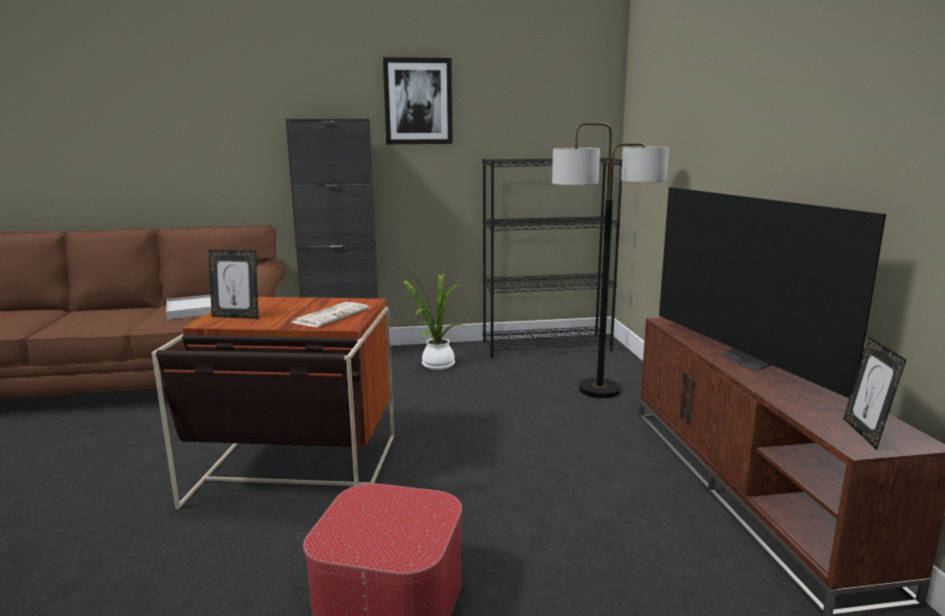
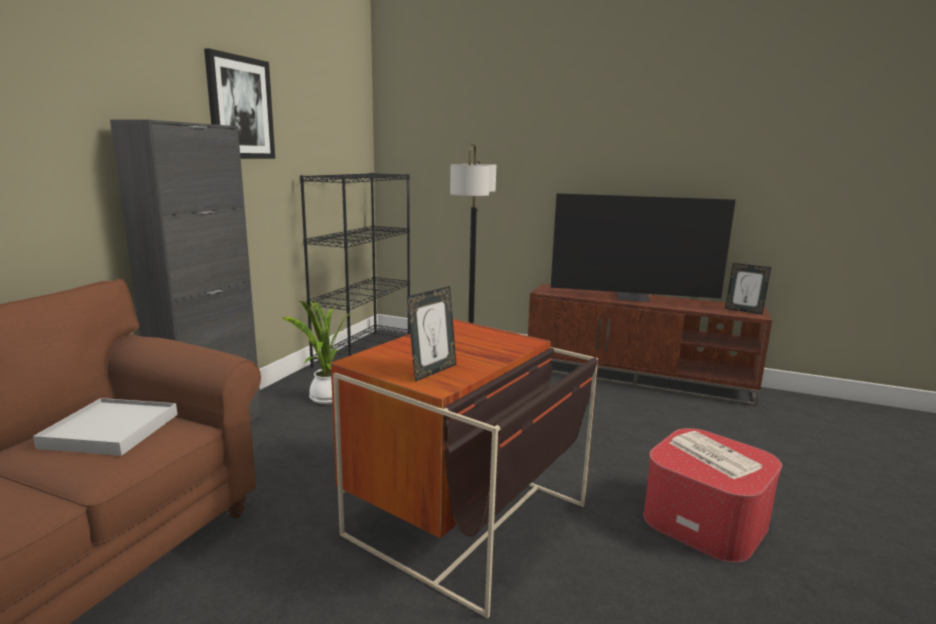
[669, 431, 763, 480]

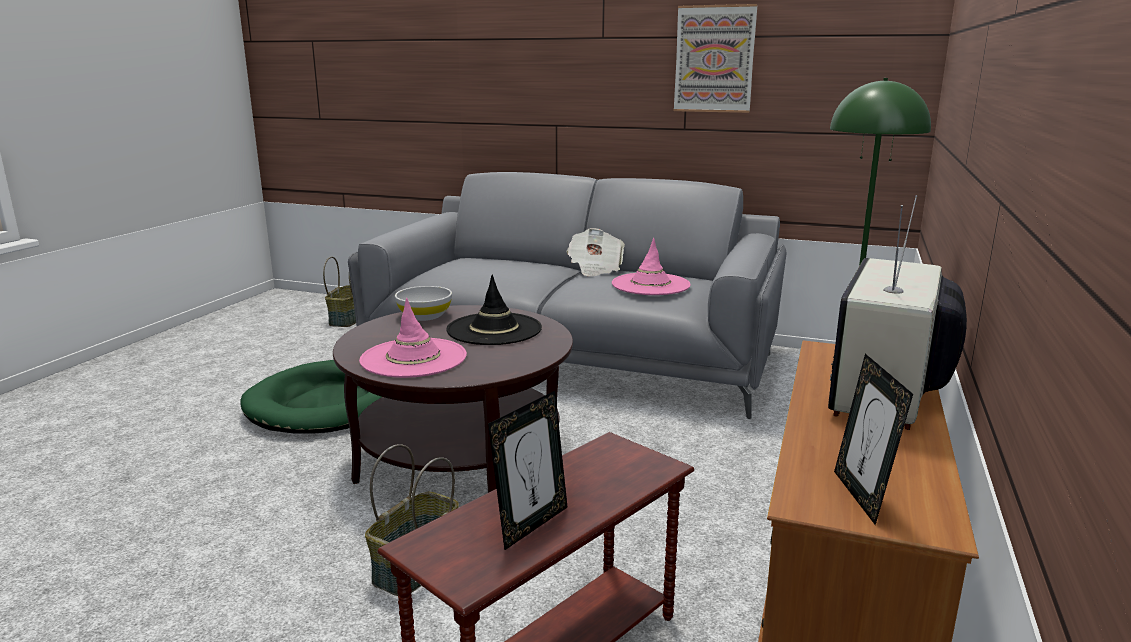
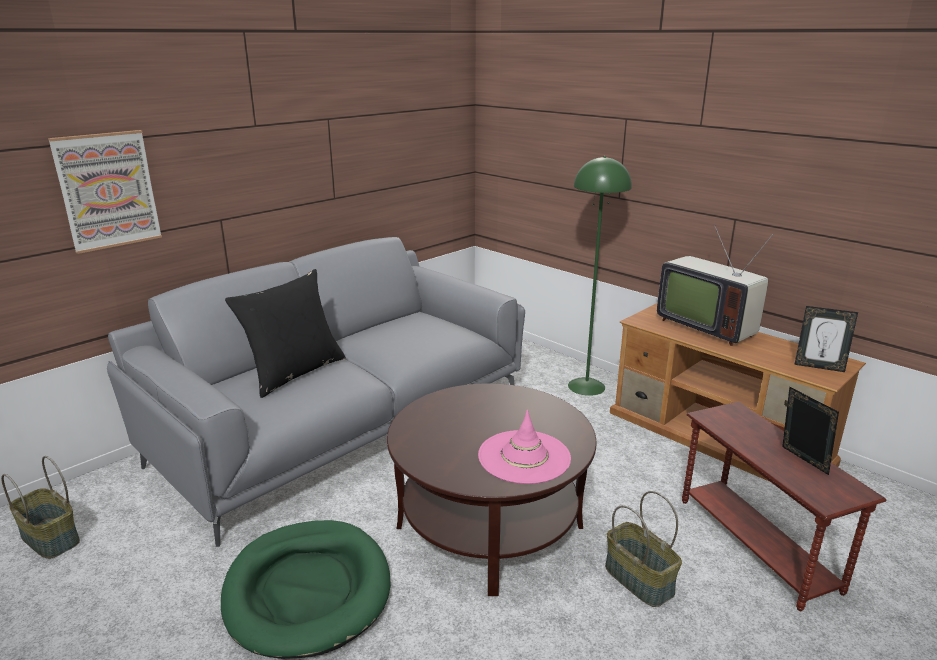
[395, 286, 452, 321] (first image)
[446, 275, 542, 345] (first image)
[567, 228, 625, 276] (first image)
[612, 237, 691, 295] (first image)
[225, 269, 346, 398]
[48, 130, 162, 254]

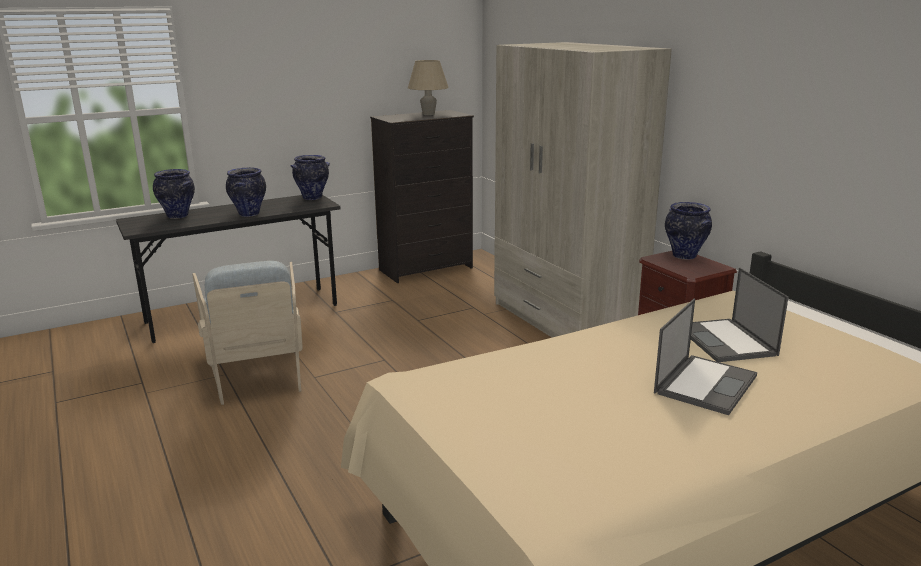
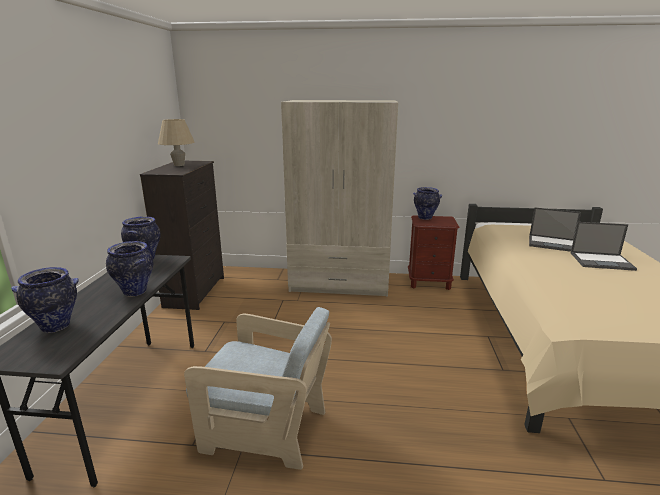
[571, 222, 637, 271]

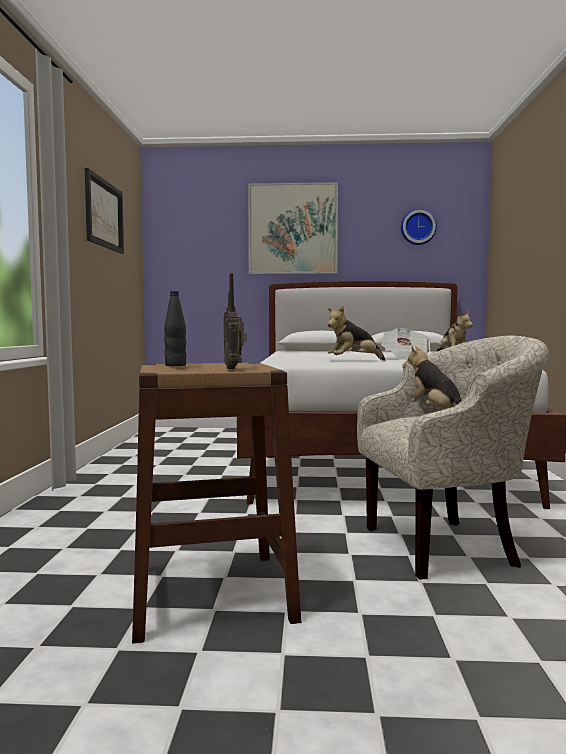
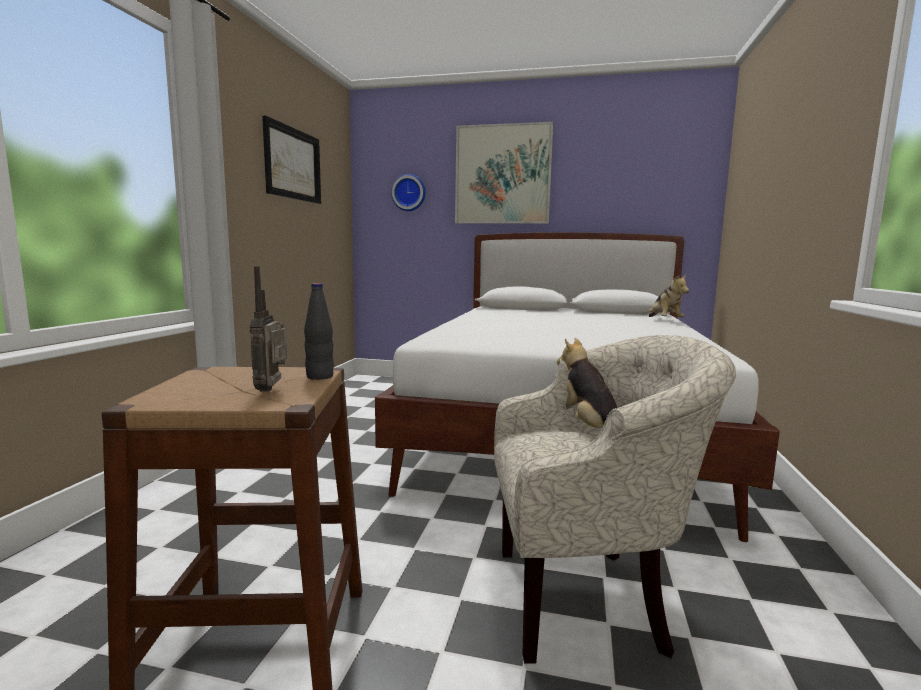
[327, 306, 385, 361] (first image)
[380, 328, 430, 360] (first image)
[304, 283, 334, 380]
[391, 174, 426, 211]

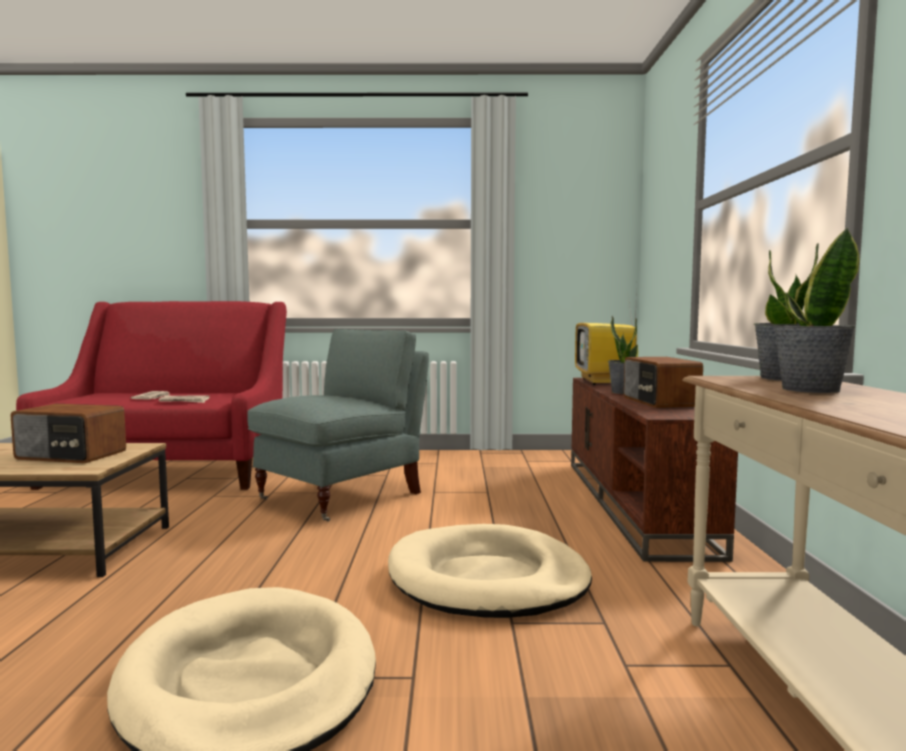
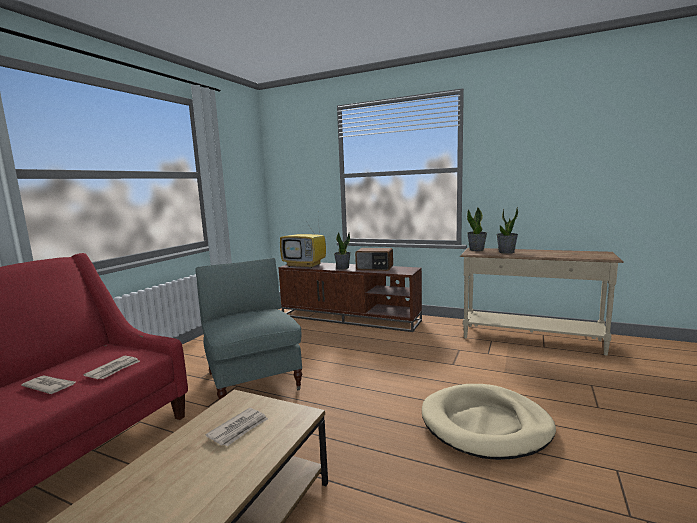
[388, 524, 592, 618] (first image)
[205, 408, 268, 446]

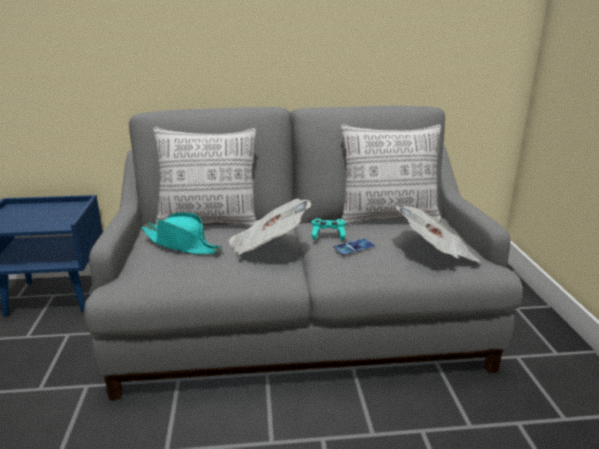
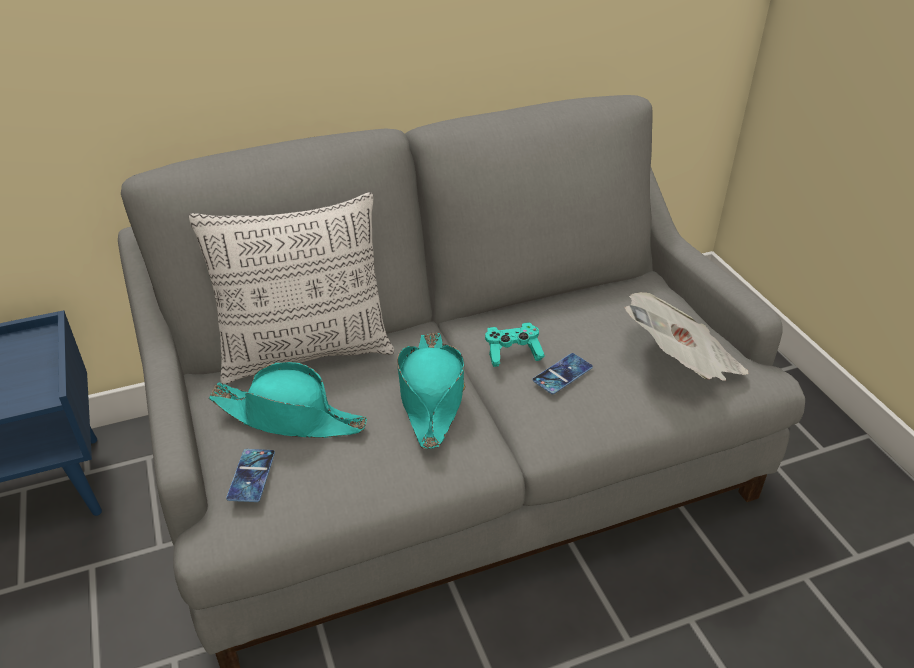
[341, 124, 442, 224] (first image)
[226, 449, 275, 502]
[397, 333, 465, 449]

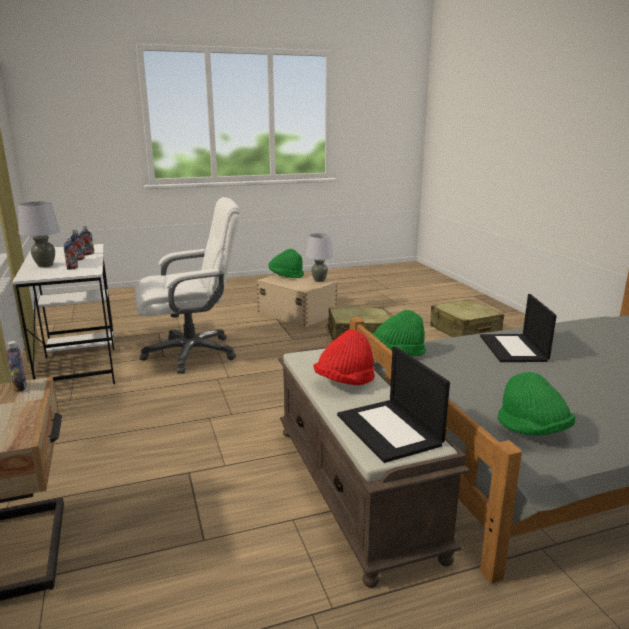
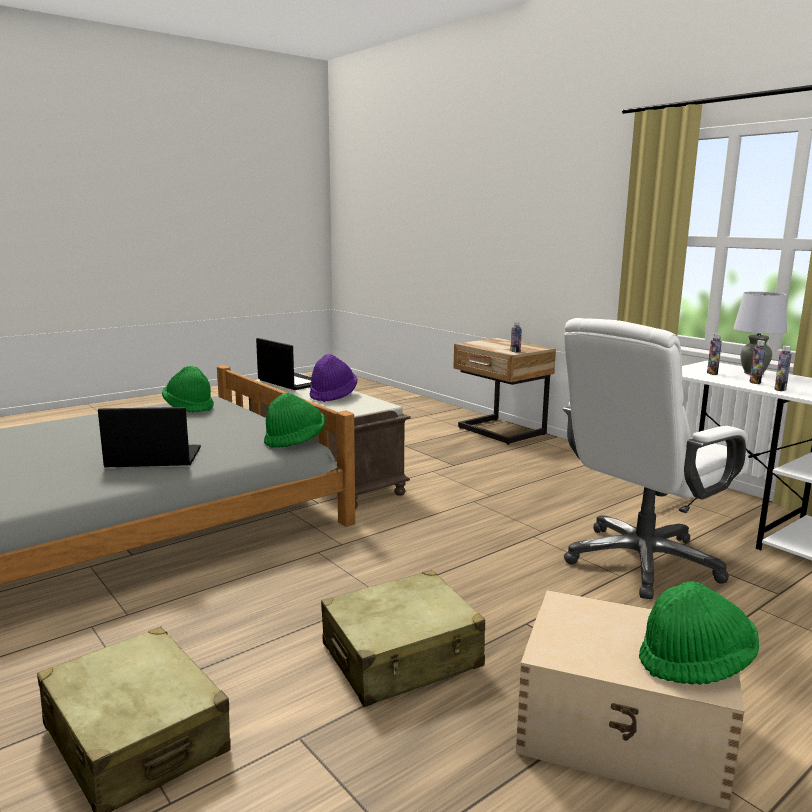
[306, 233, 333, 282] (first image)
[310, 354, 358, 402]
[98, 407, 201, 467]

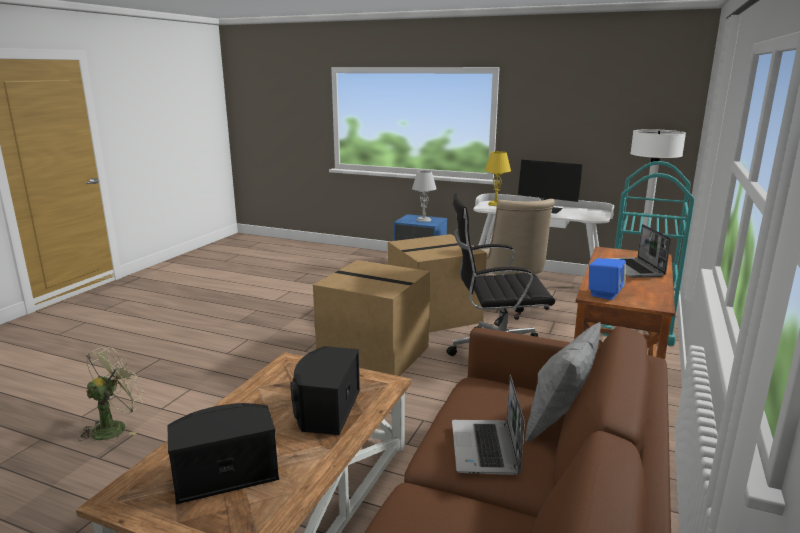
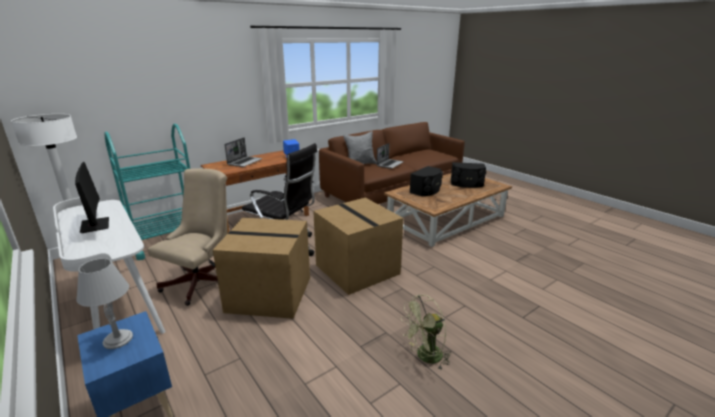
[485, 151, 511, 206] (first image)
[401, 294, 451, 369]

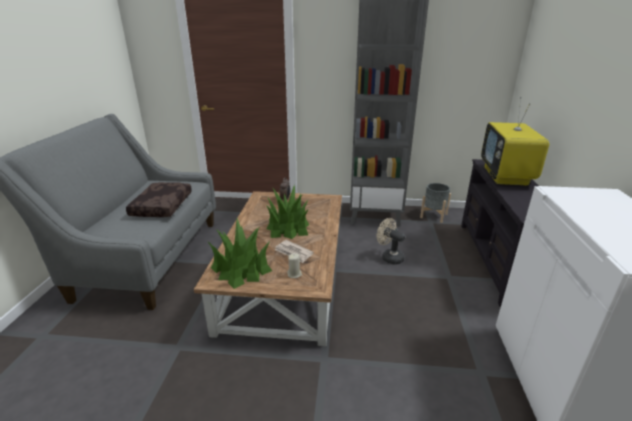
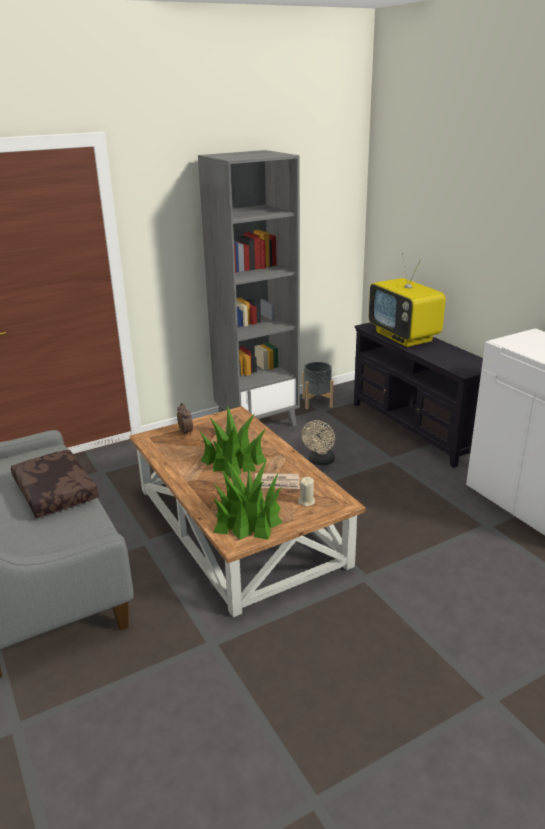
[301, 420, 335, 466]

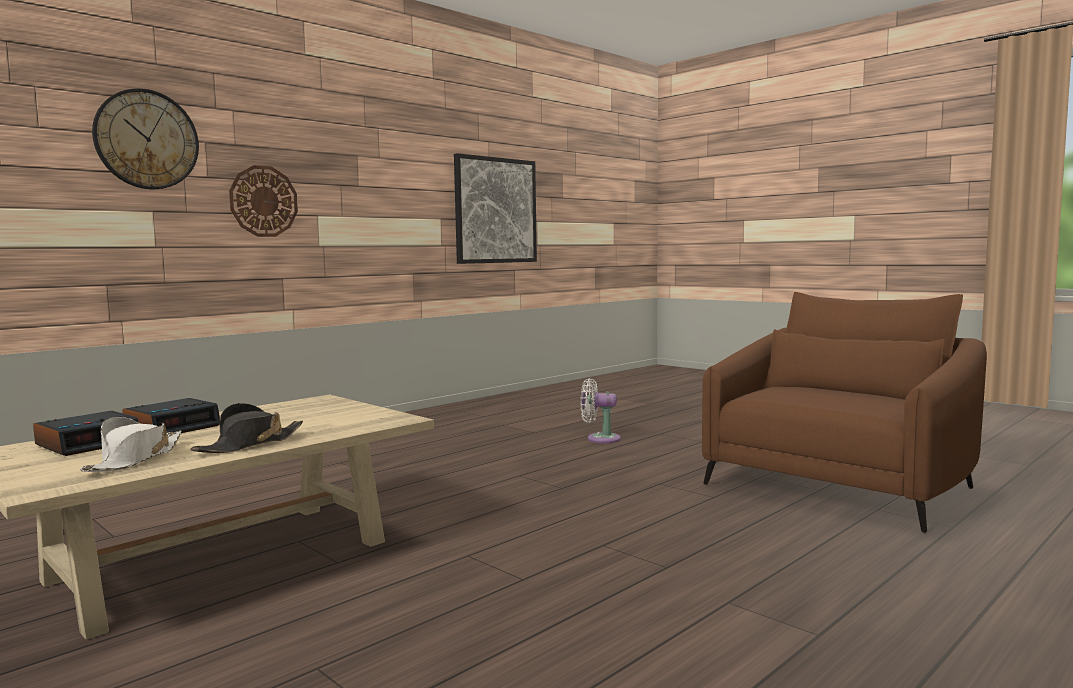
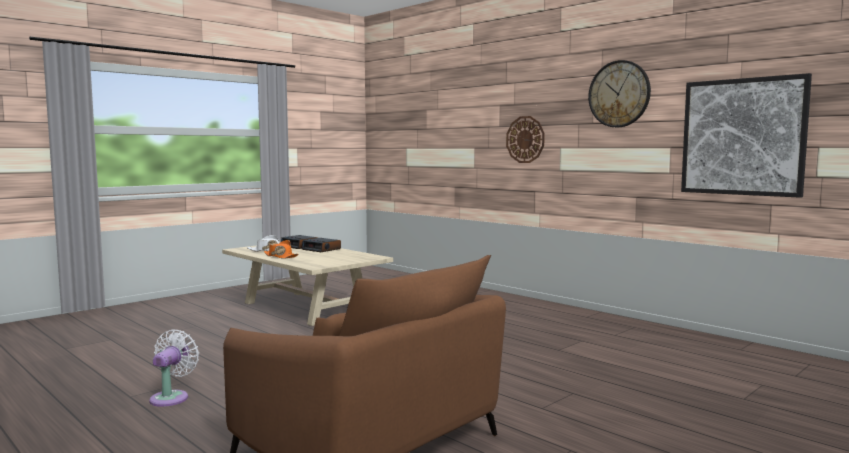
[588, 60, 651, 127]
[149, 329, 199, 407]
[264, 240, 299, 259]

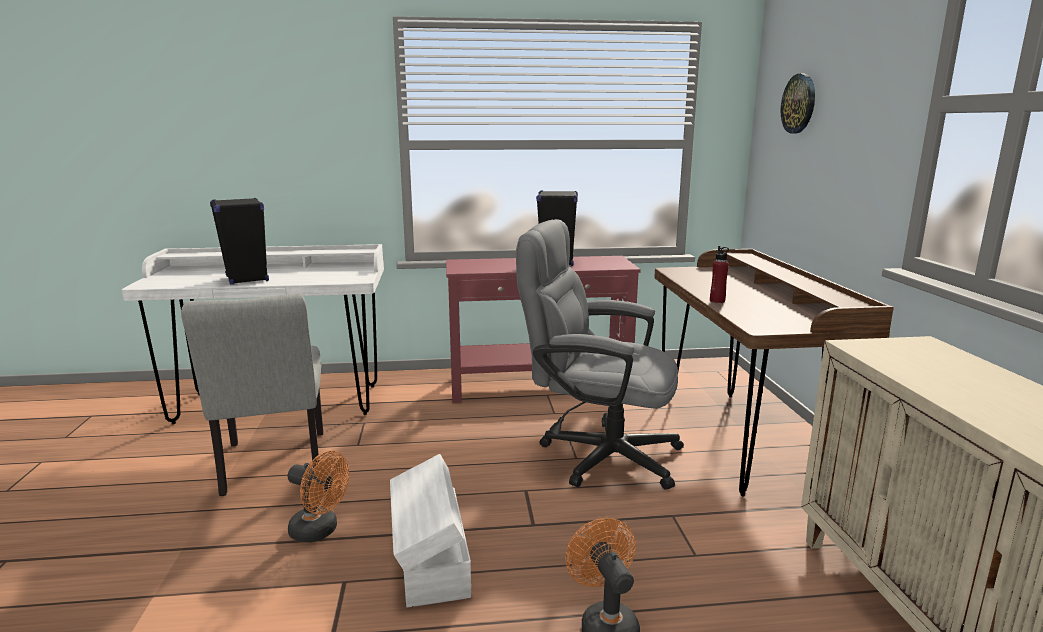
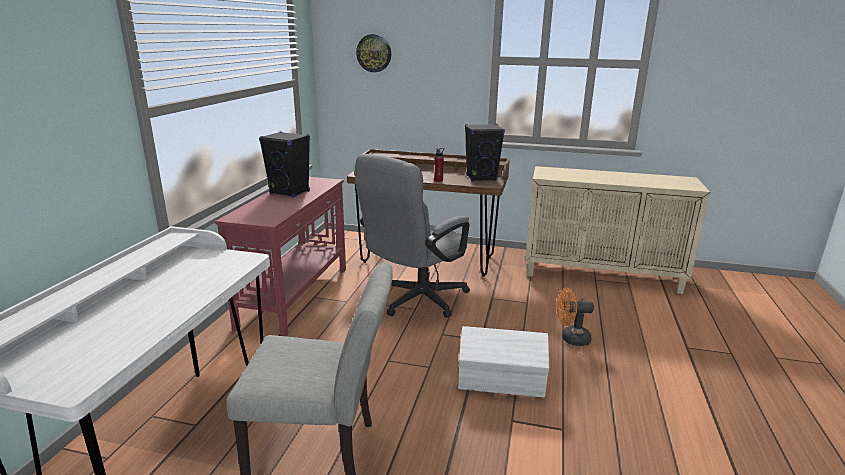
[288, 451, 349, 543] (first image)
[465, 124, 505, 181]

